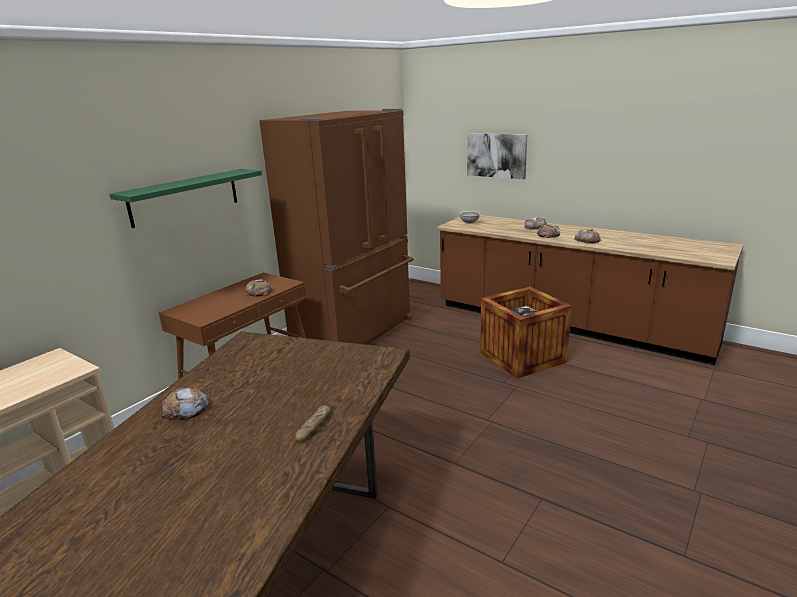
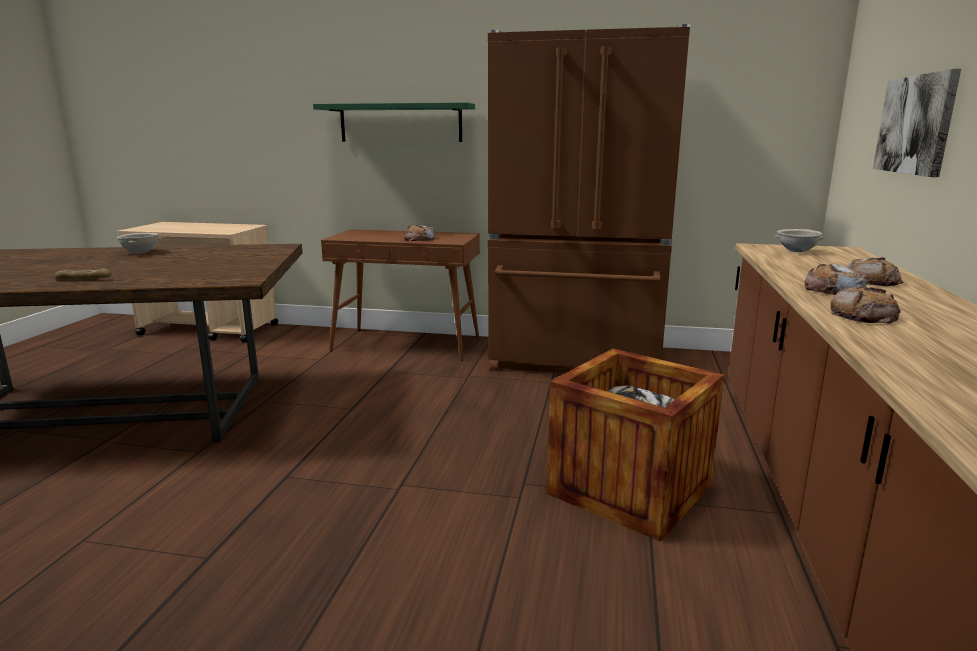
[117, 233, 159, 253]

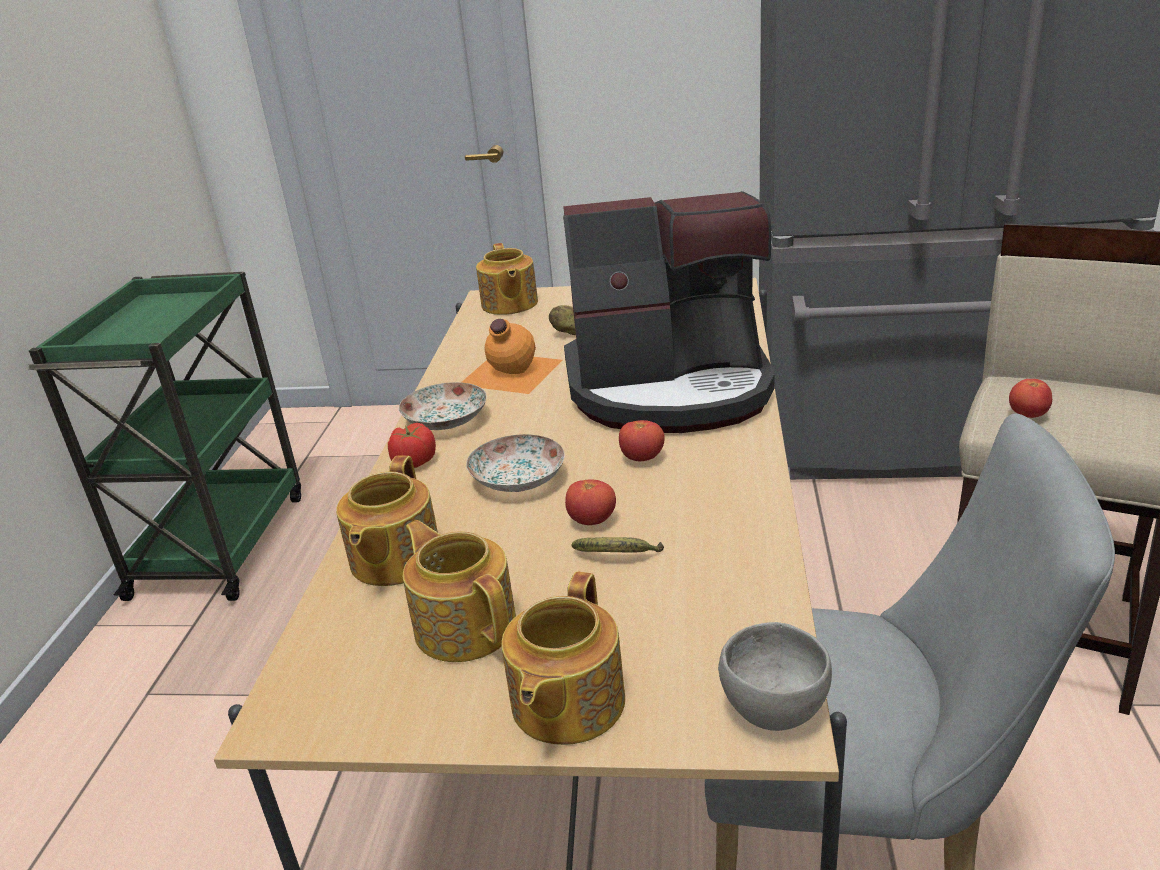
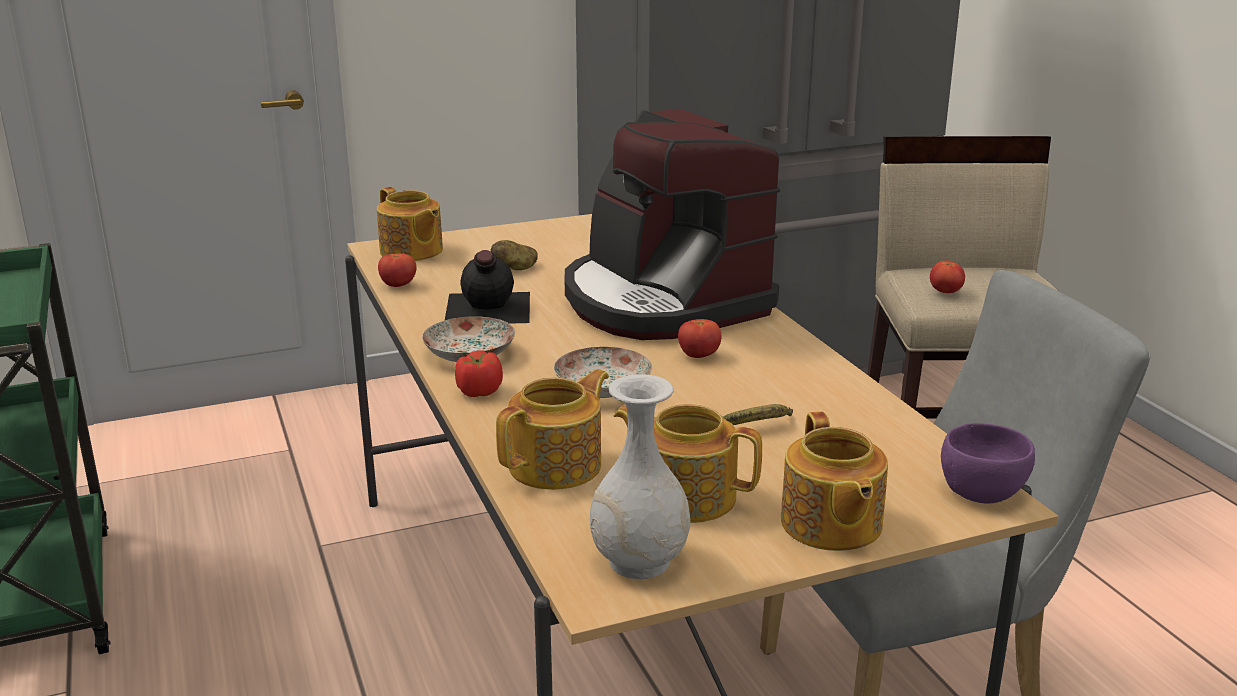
[590, 374, 690, 579]
[378, 253, 416, 287]
[445, 250, 530, 324]
[941, 423, 1035, 504]
[496, 369, 609, 490]
[565, 109, 780, 340]

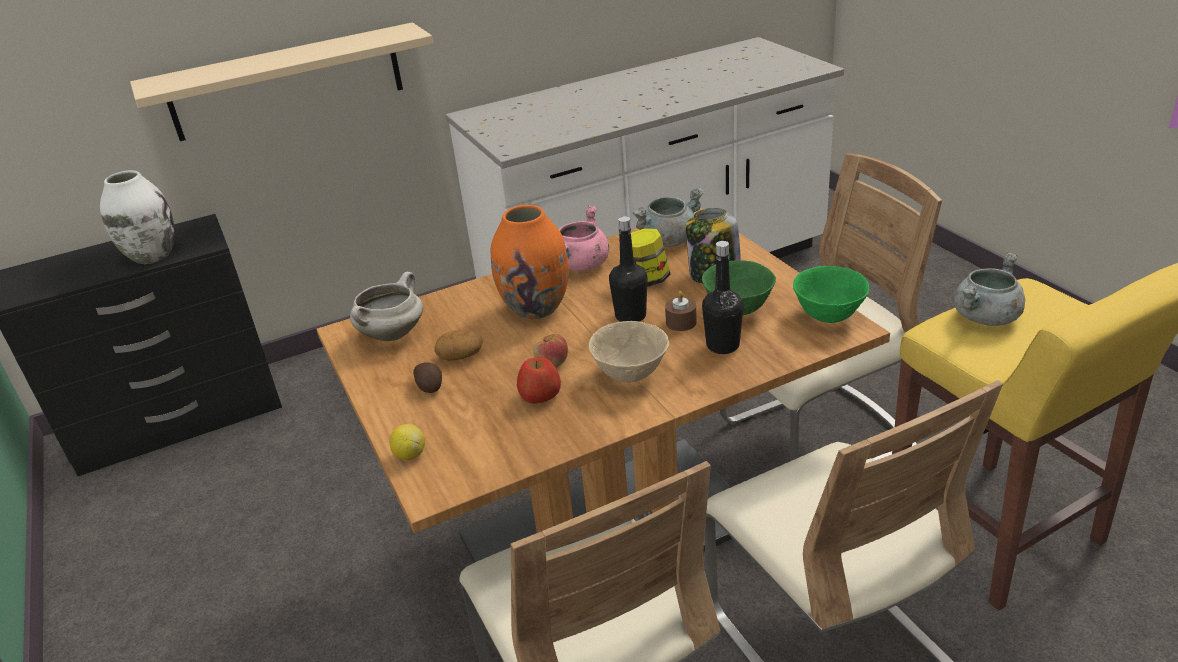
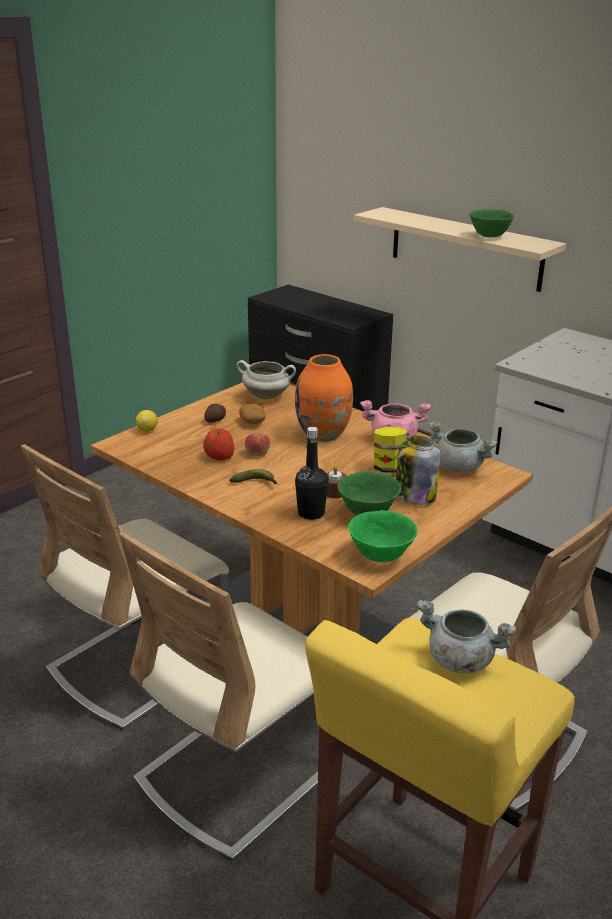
[100, 170, 175, 264] (first image)
[609, 216, 648, 322] (first image)
[469, 209, 514, 237]
[229, 469, 277, 484]

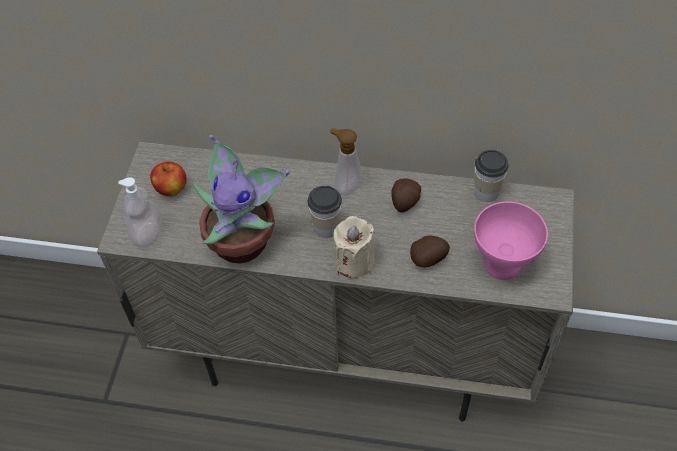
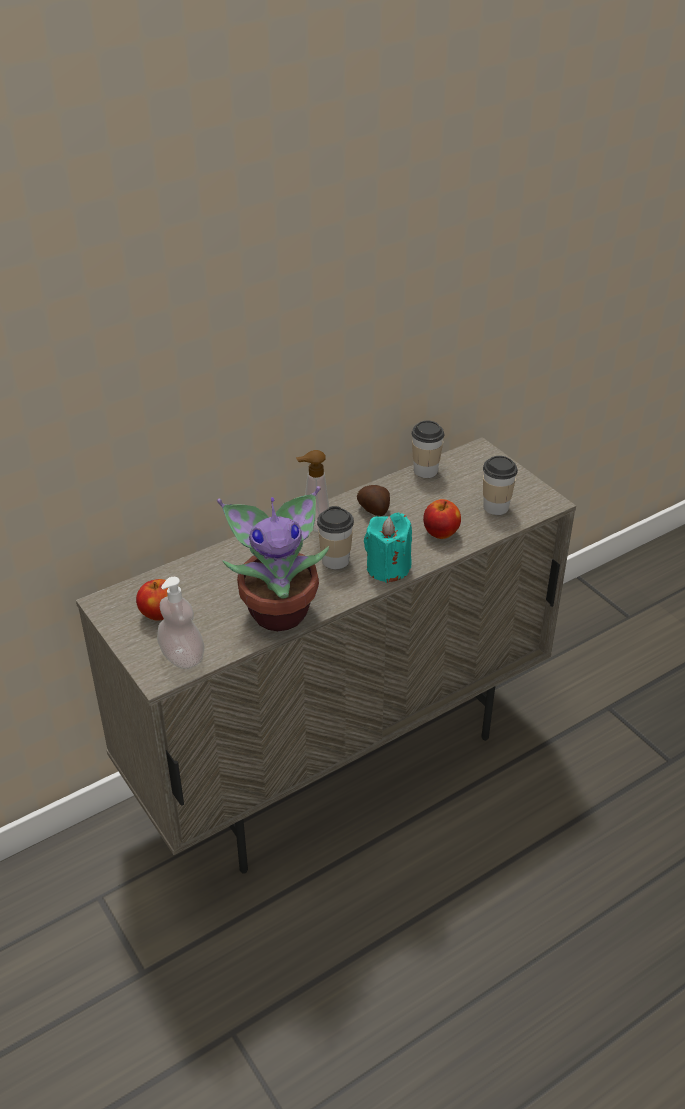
[423, 499, 461, 539]
[483, 456, 518, 515]
[364, 513, 412, 583]

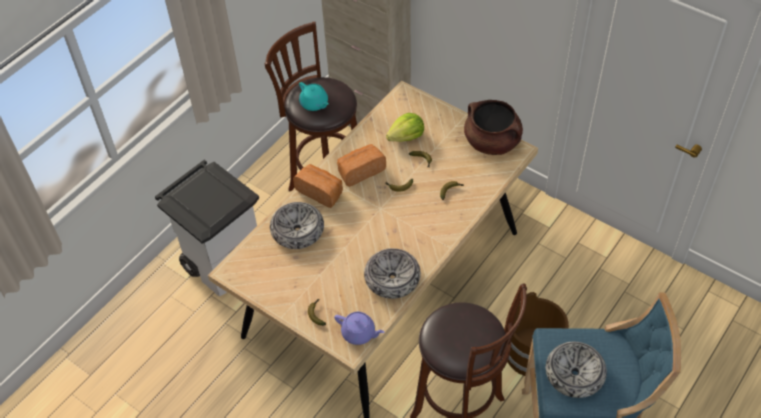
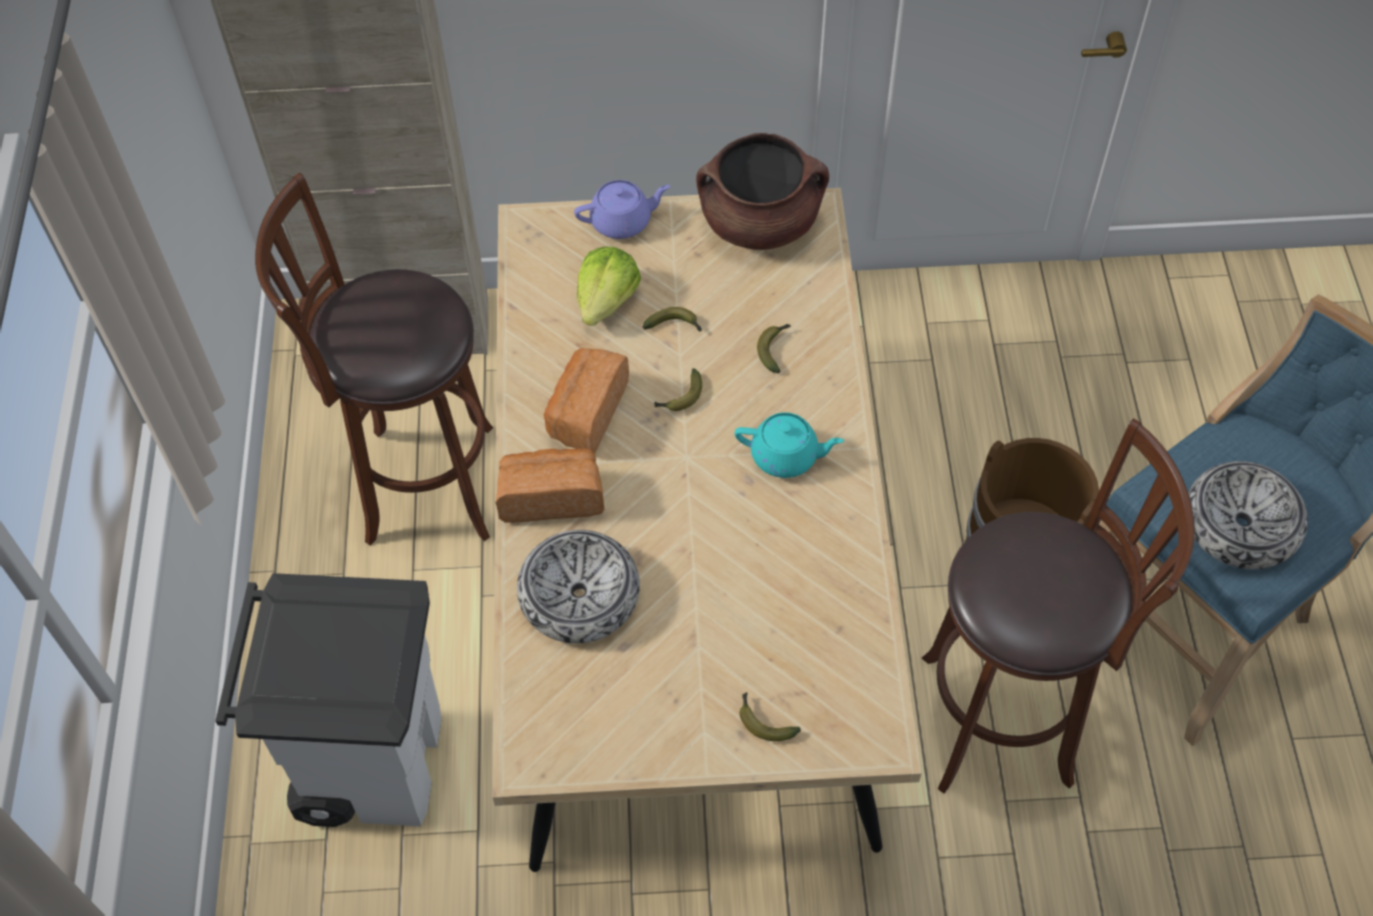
[364, 248, 421, 299] (first image)
[735, 412, 844, 478]
[574, 180, 670, 239]

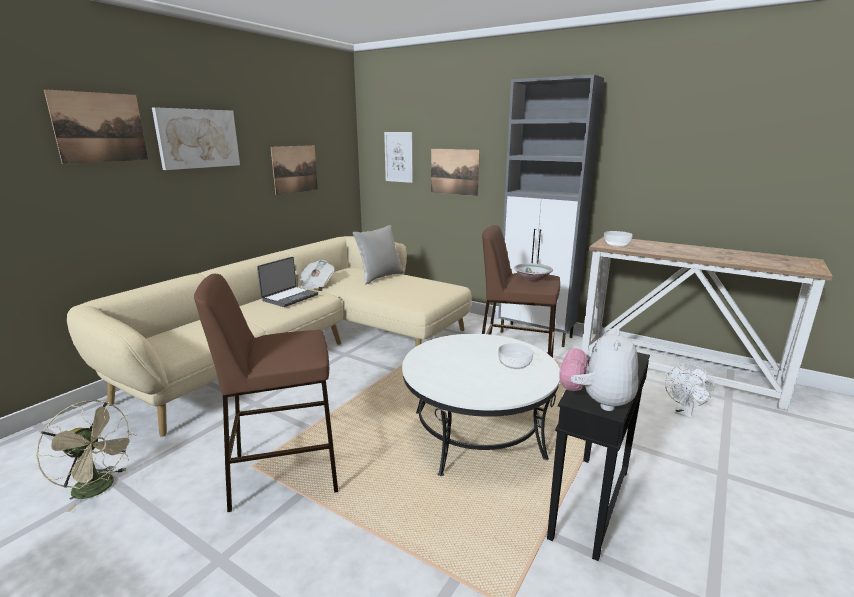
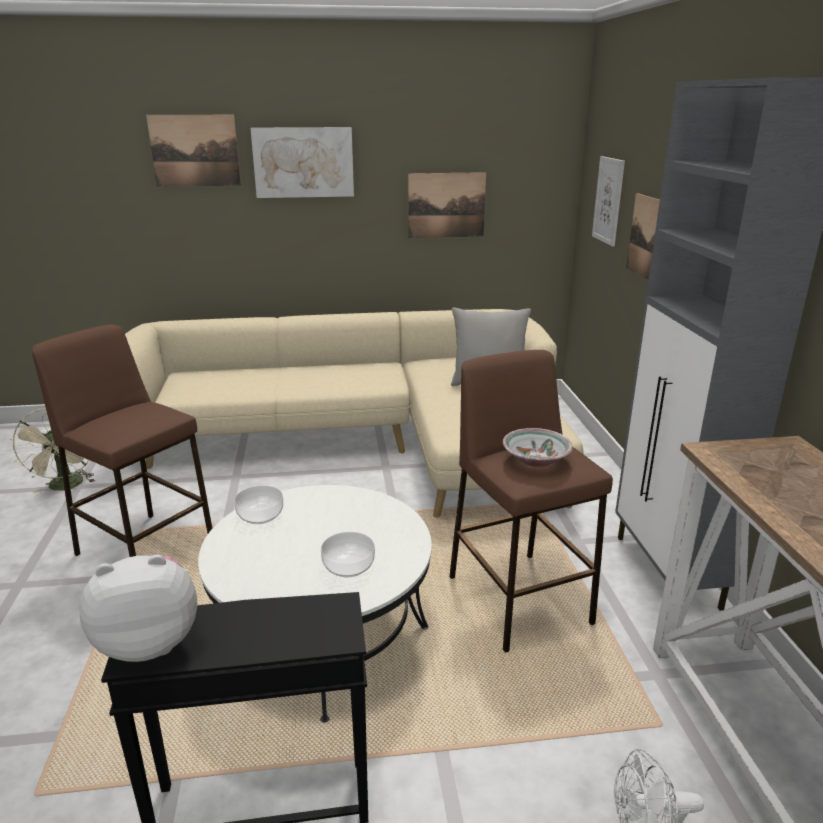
[257, 257, 318, 307] (first image)
[300, 260, 335, 289] (first image)
[234, 485, 283, 524]

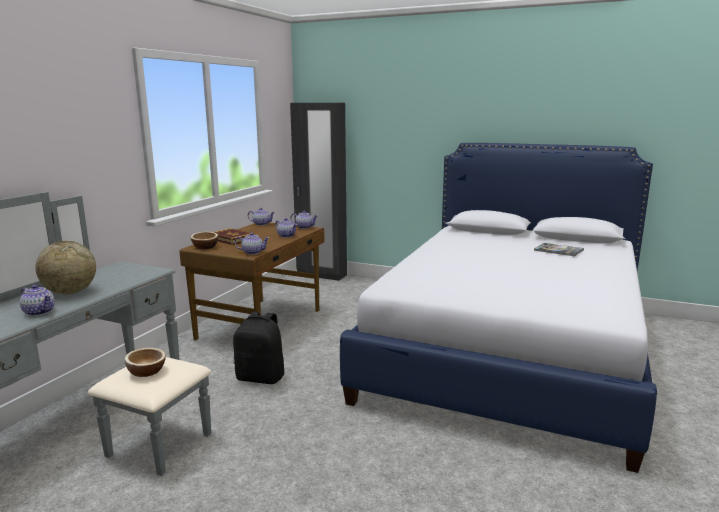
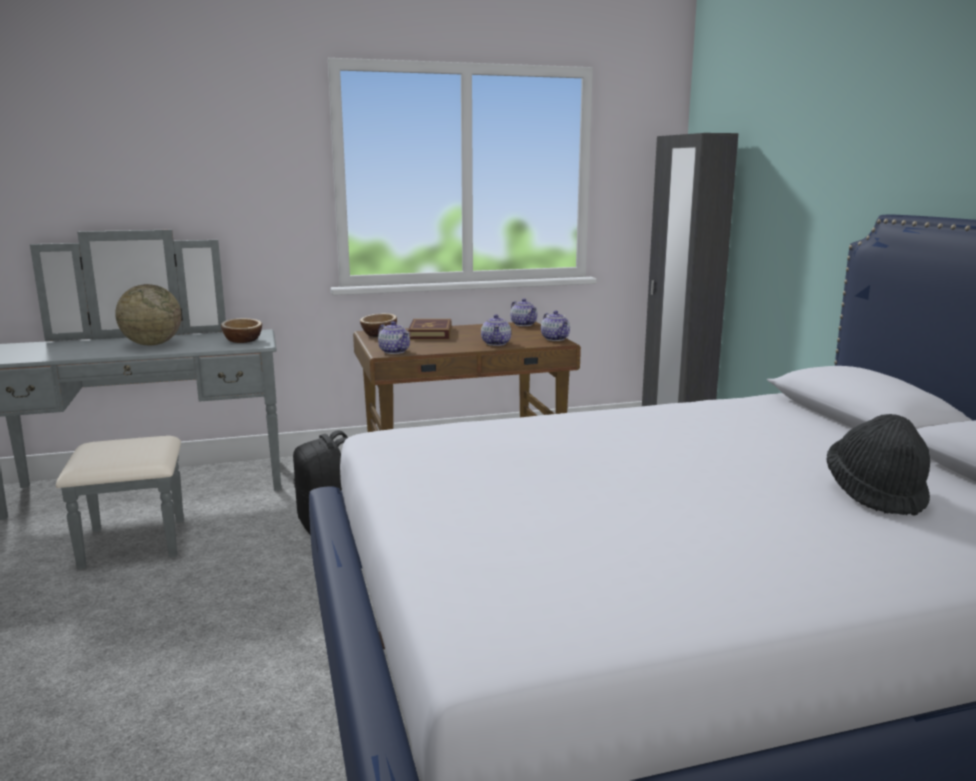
[20, 285, 55, 316] (first image)
[221, 318, 262, 343]
[826, 414, 930, 515]

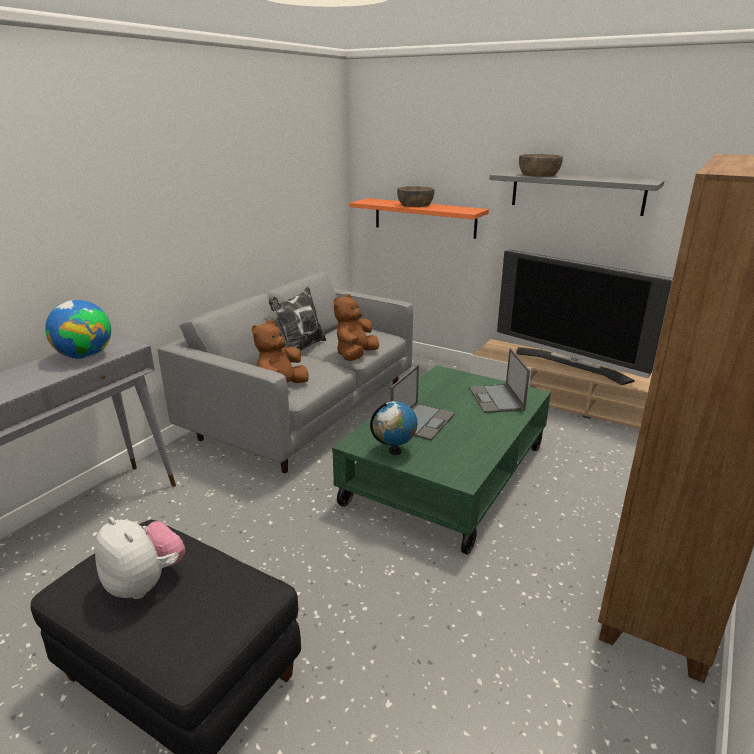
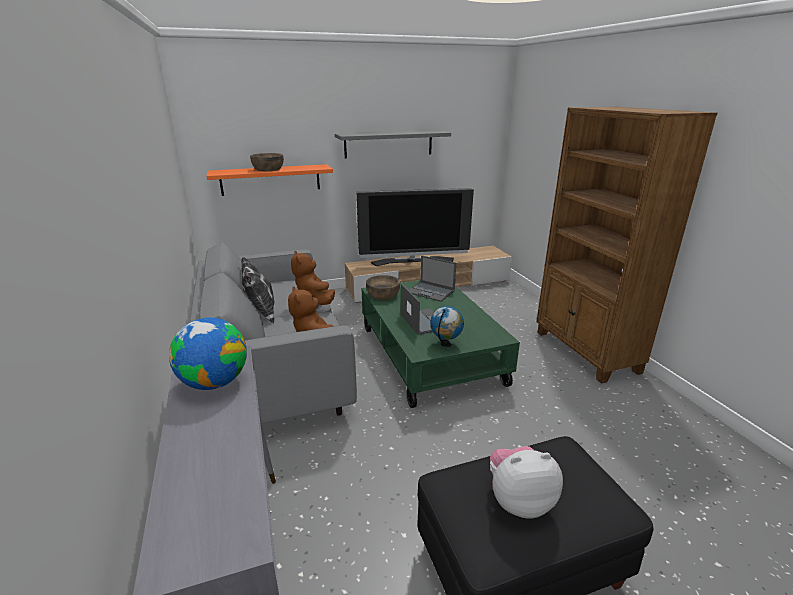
[366, 275, 400, 300]

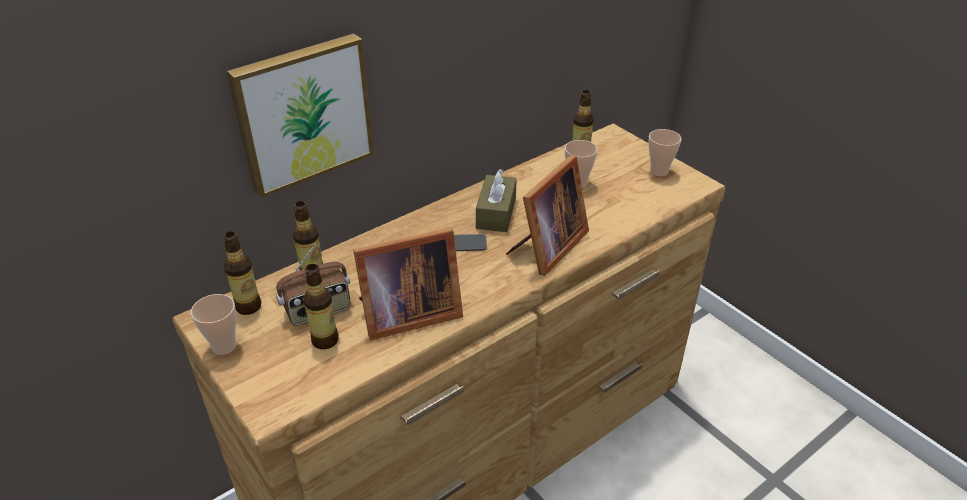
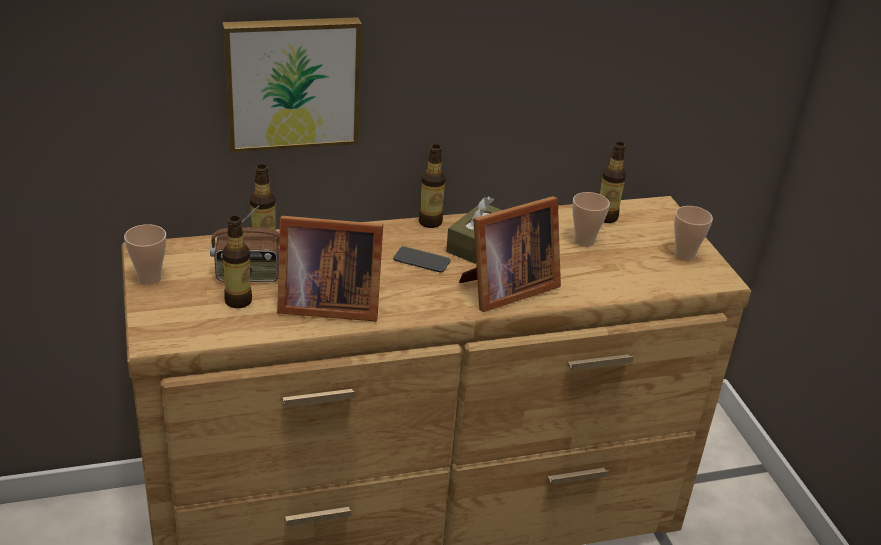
[419, 144, 446, 228]

